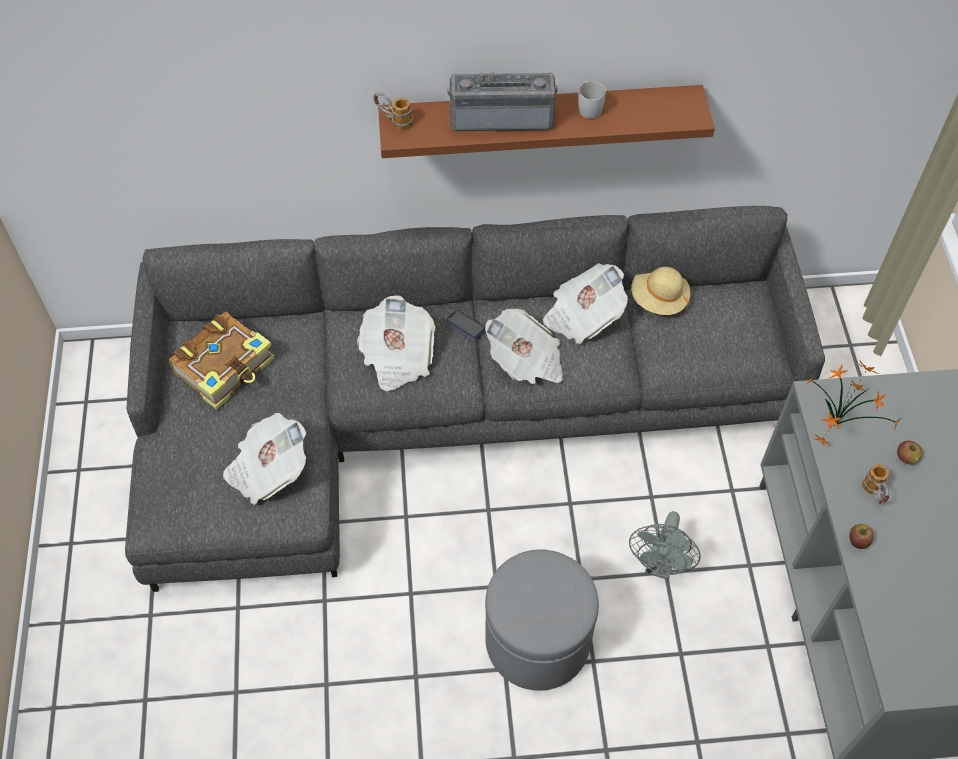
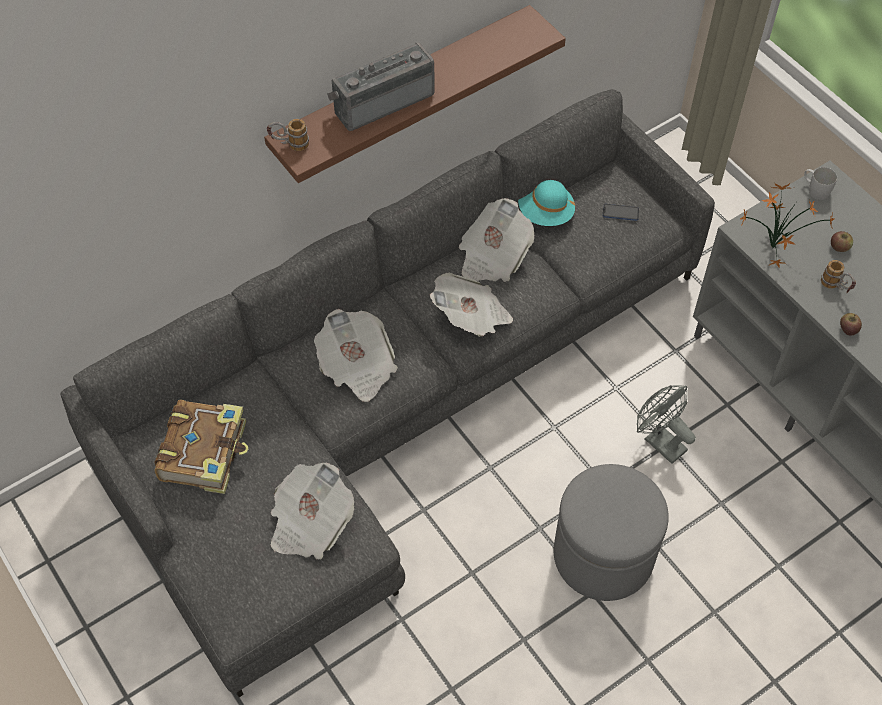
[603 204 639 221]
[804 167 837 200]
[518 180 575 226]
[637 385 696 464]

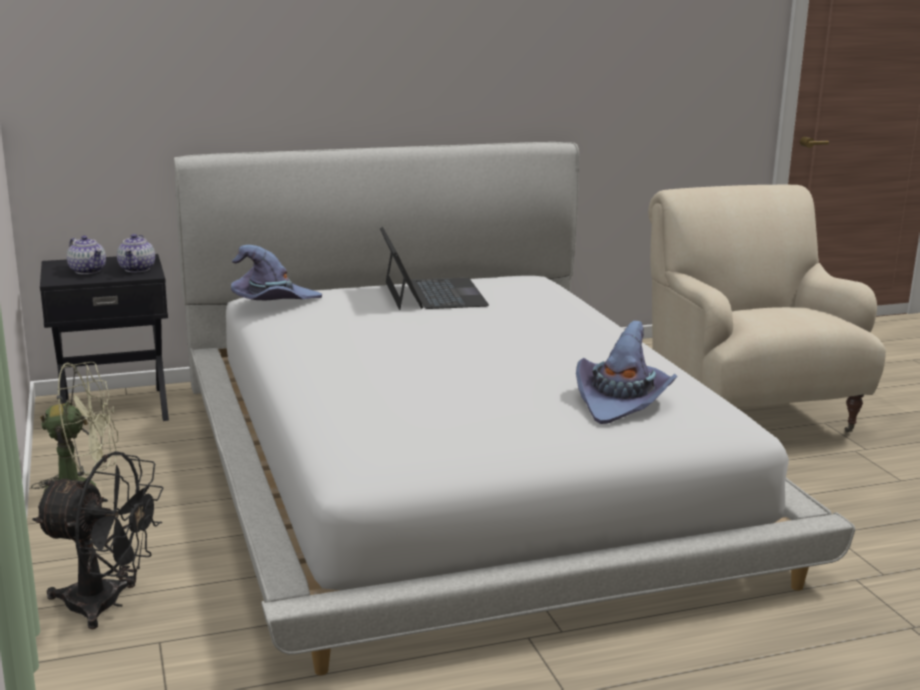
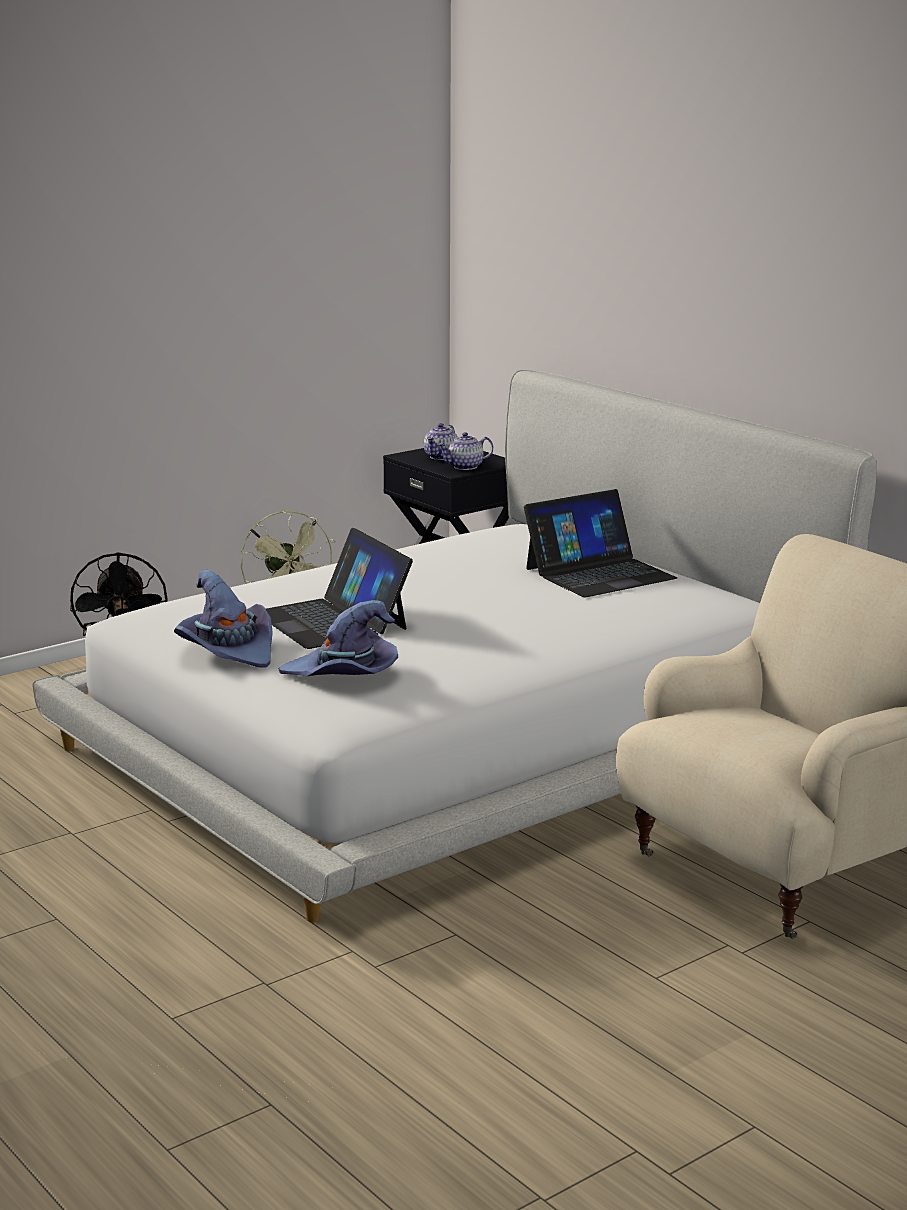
[266 528 413 649]
[174 570 273 668]

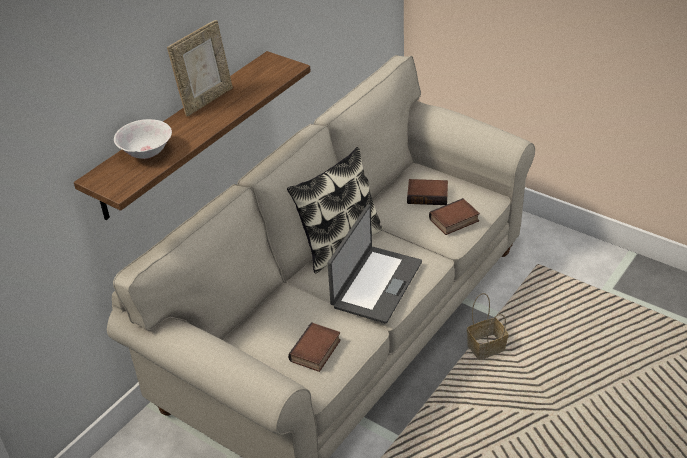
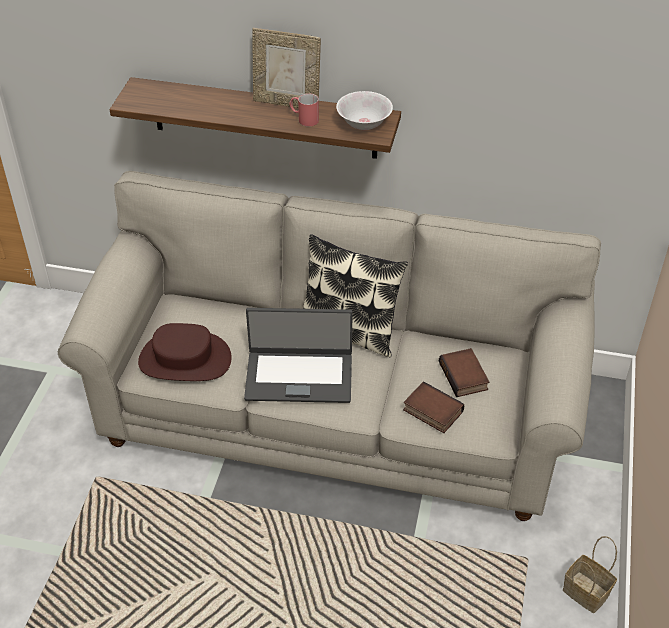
[289 93 319 127]
[336 91 393 130]
[563 536 617 613]
[138 323 232 381]

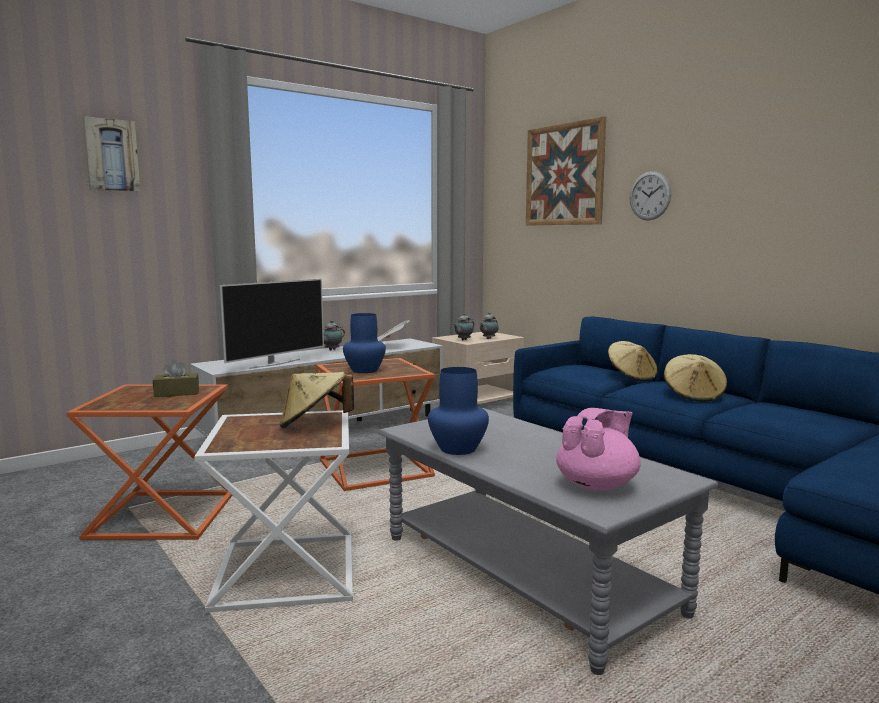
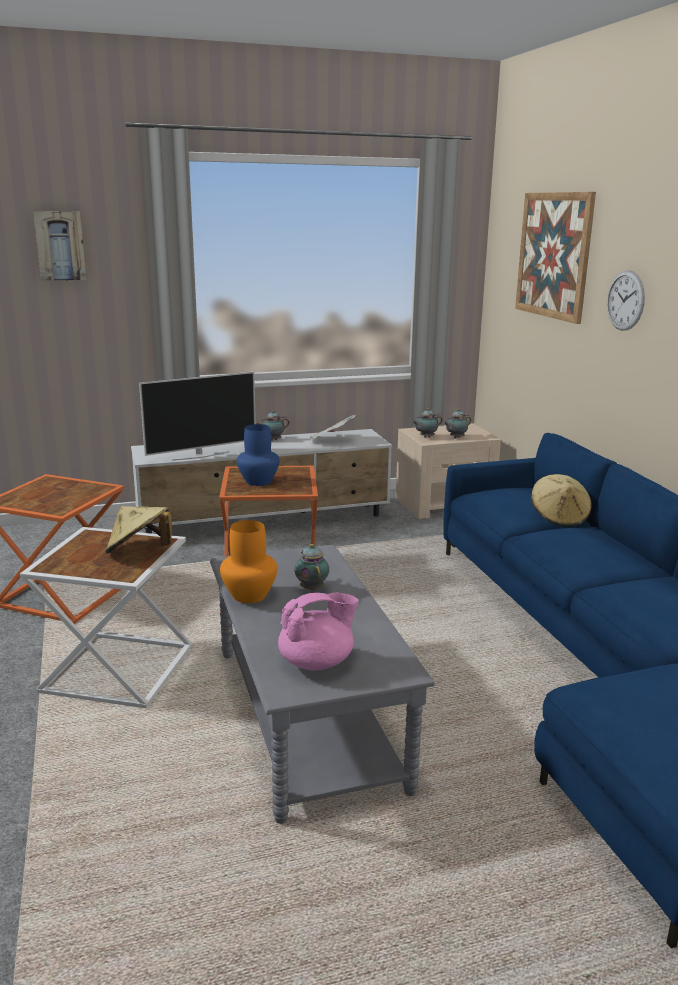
[153 360 199 397] (first image)
[664 354 727 402] (first image)
[294 544 329 591]
[220 520 277 603]

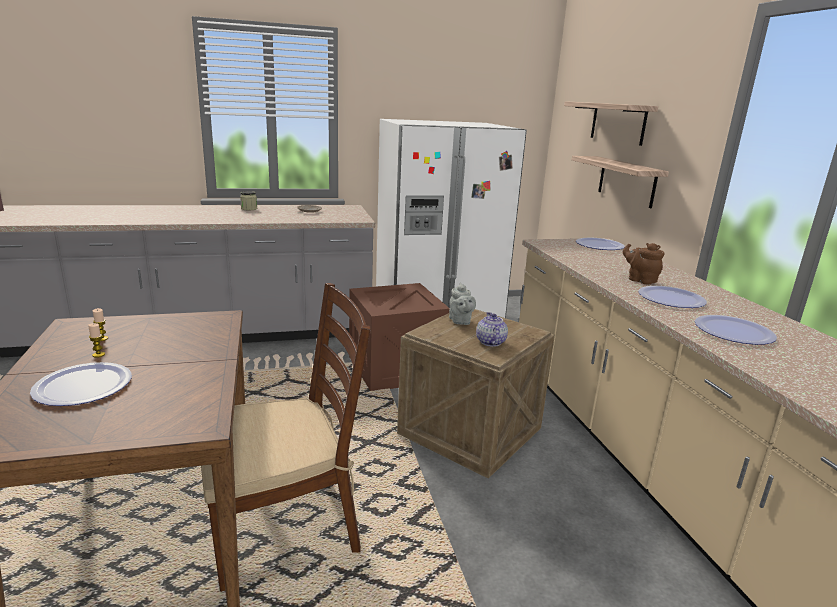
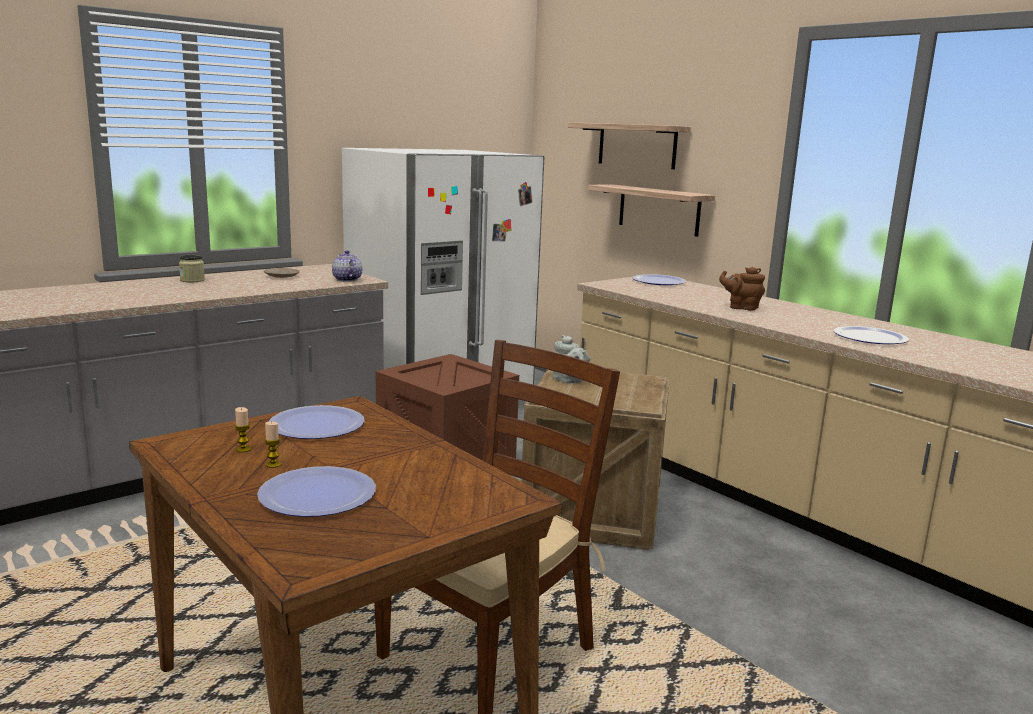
[332 250 362 281]
[268 405 365 439]

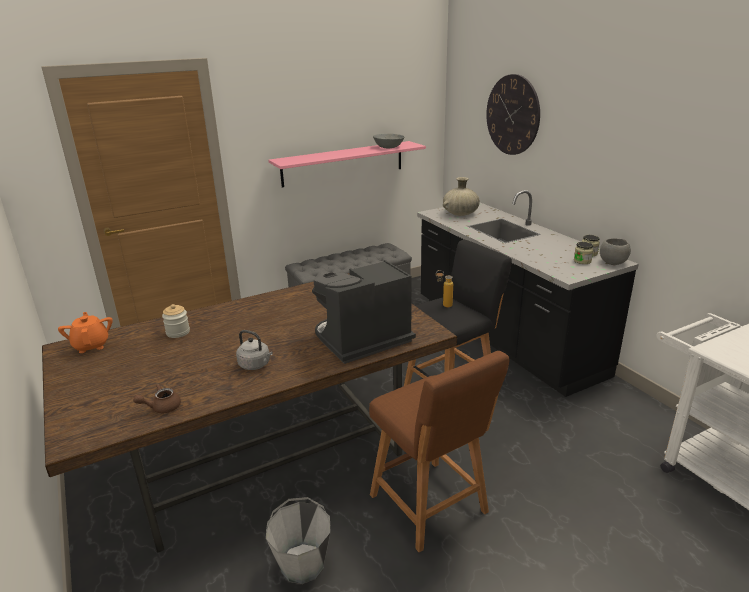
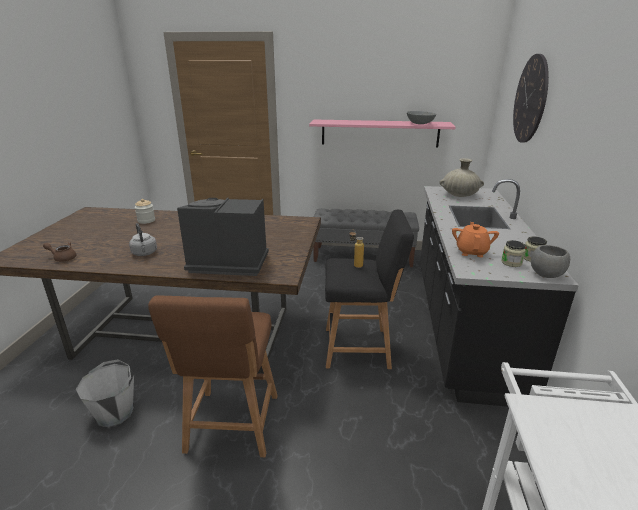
[452 222 499 257]

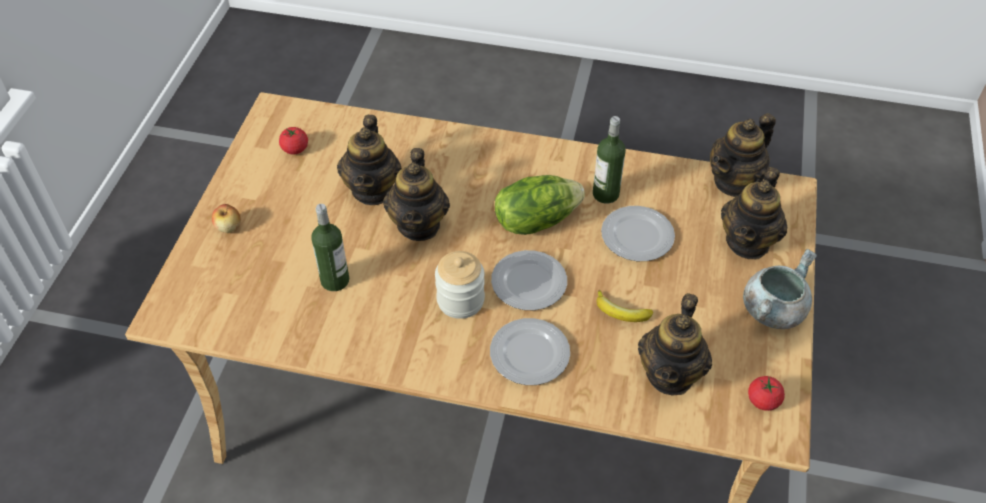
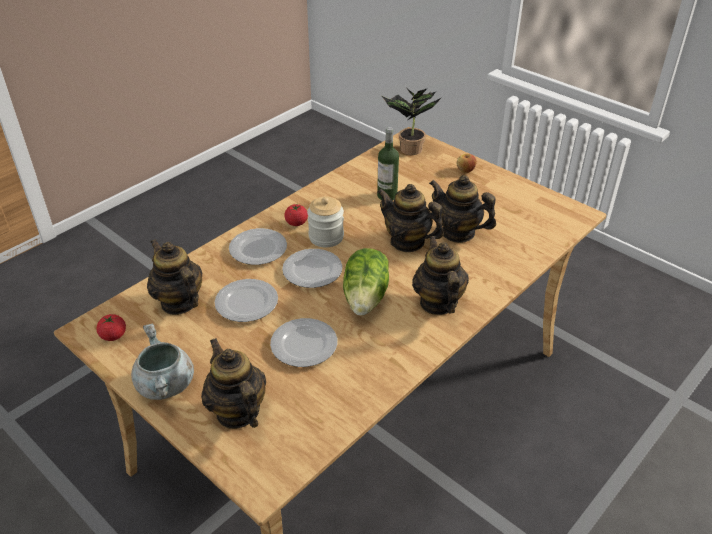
[593 116 626 204] (first image)
[382 89 442 155]
[284 204 308 226]
[412 236 469 315]
[215 279 278 322]

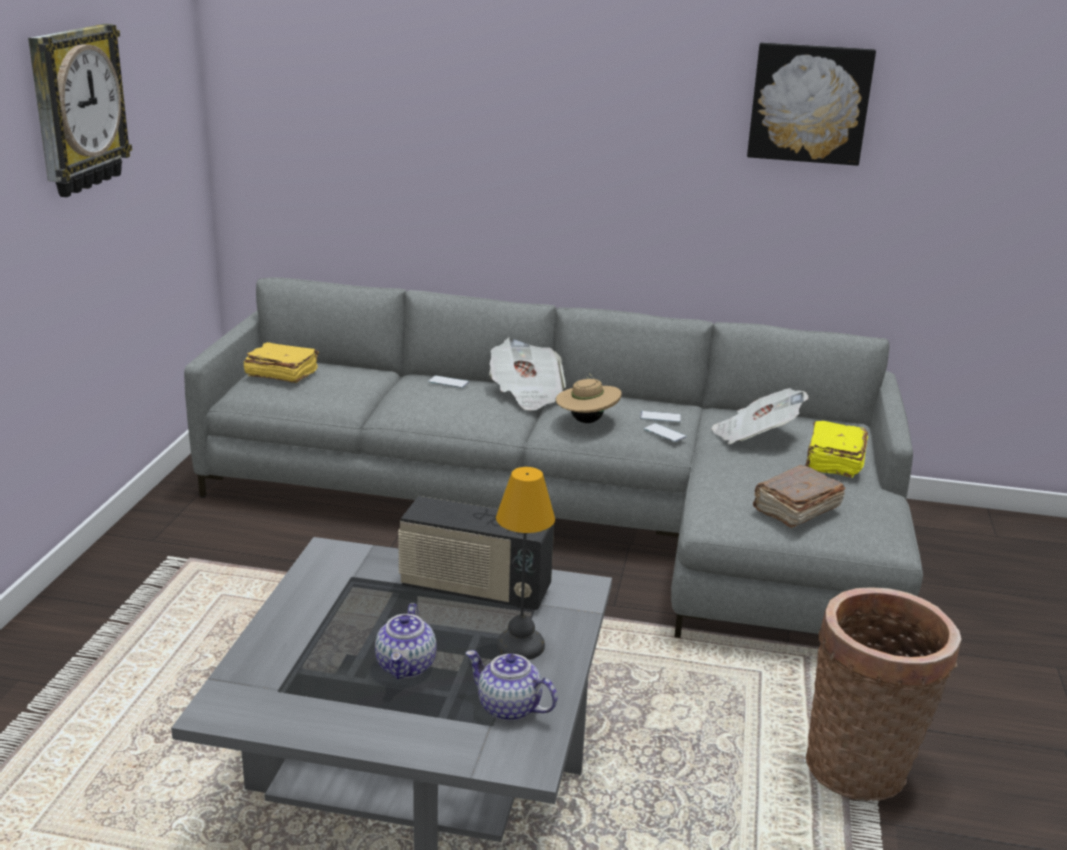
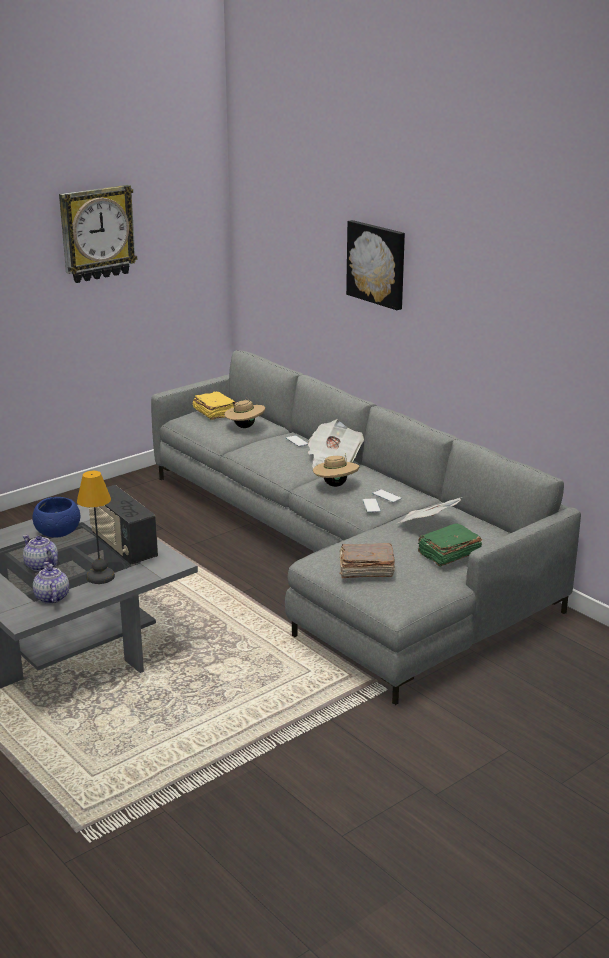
[806 587 961 801] (first image)
[32 497 80 538]
[224 397 265 428]
[346 220 405 310]
[418 523 482 567]
[23 535 58 571]

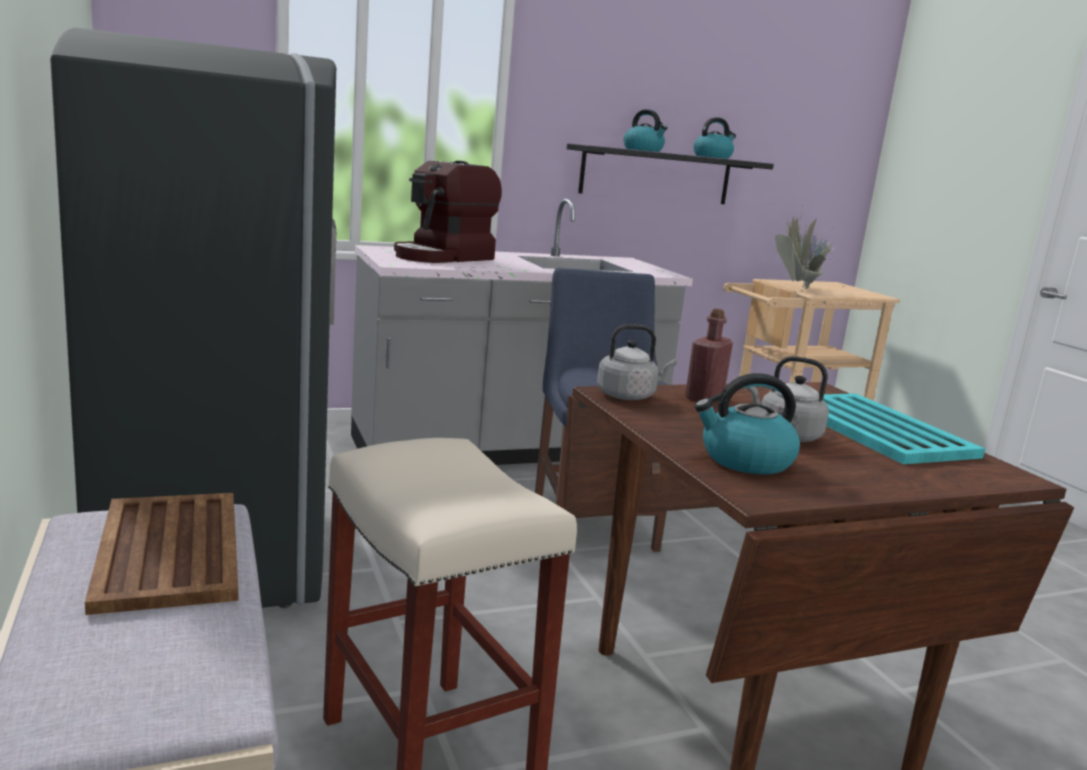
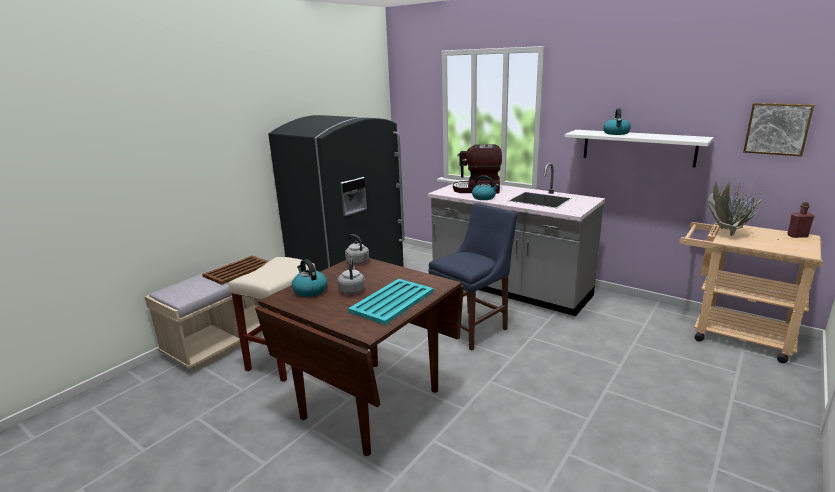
[743 103 815 156]
[787 202 814 238]
[472 175 499 200]
[564 130 714 167]

